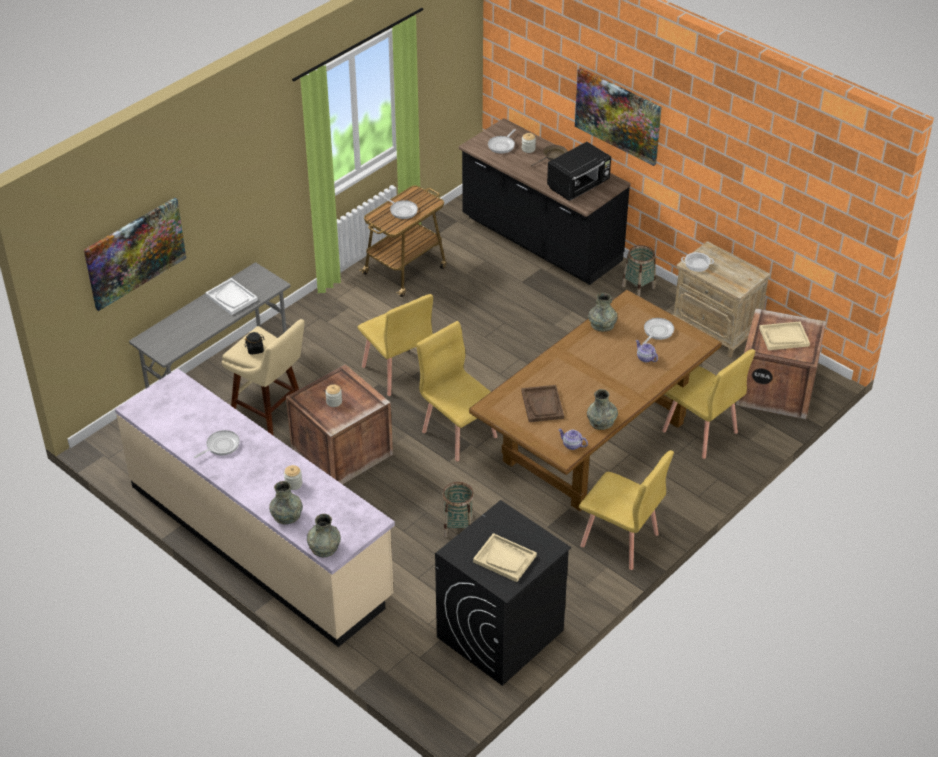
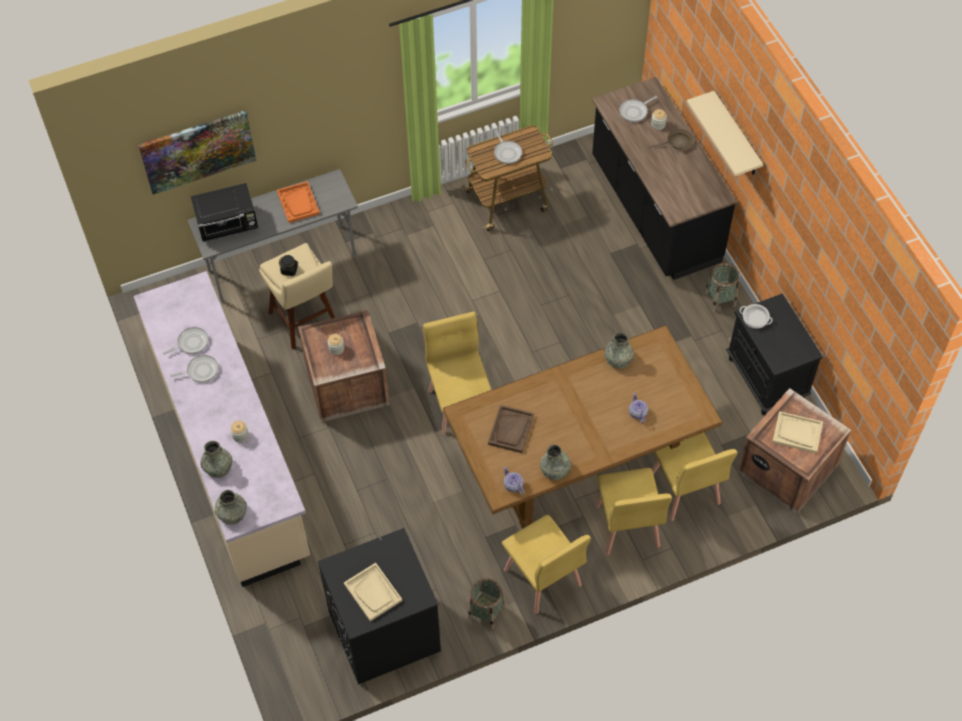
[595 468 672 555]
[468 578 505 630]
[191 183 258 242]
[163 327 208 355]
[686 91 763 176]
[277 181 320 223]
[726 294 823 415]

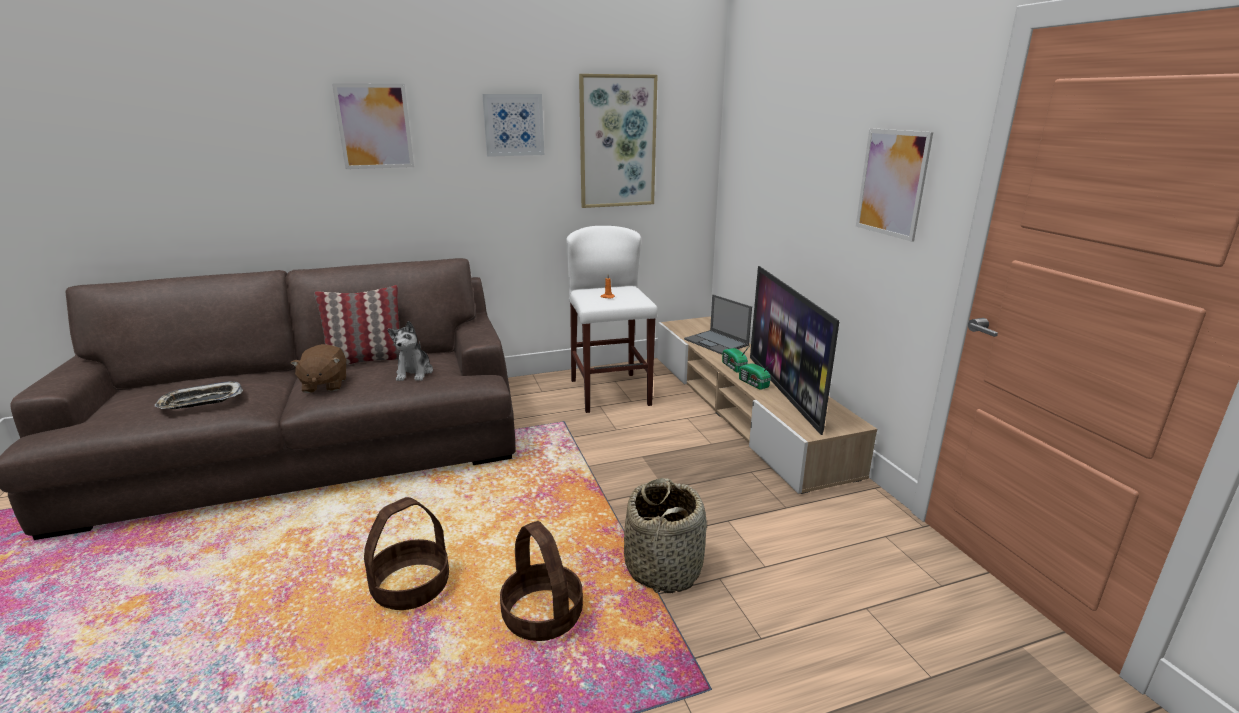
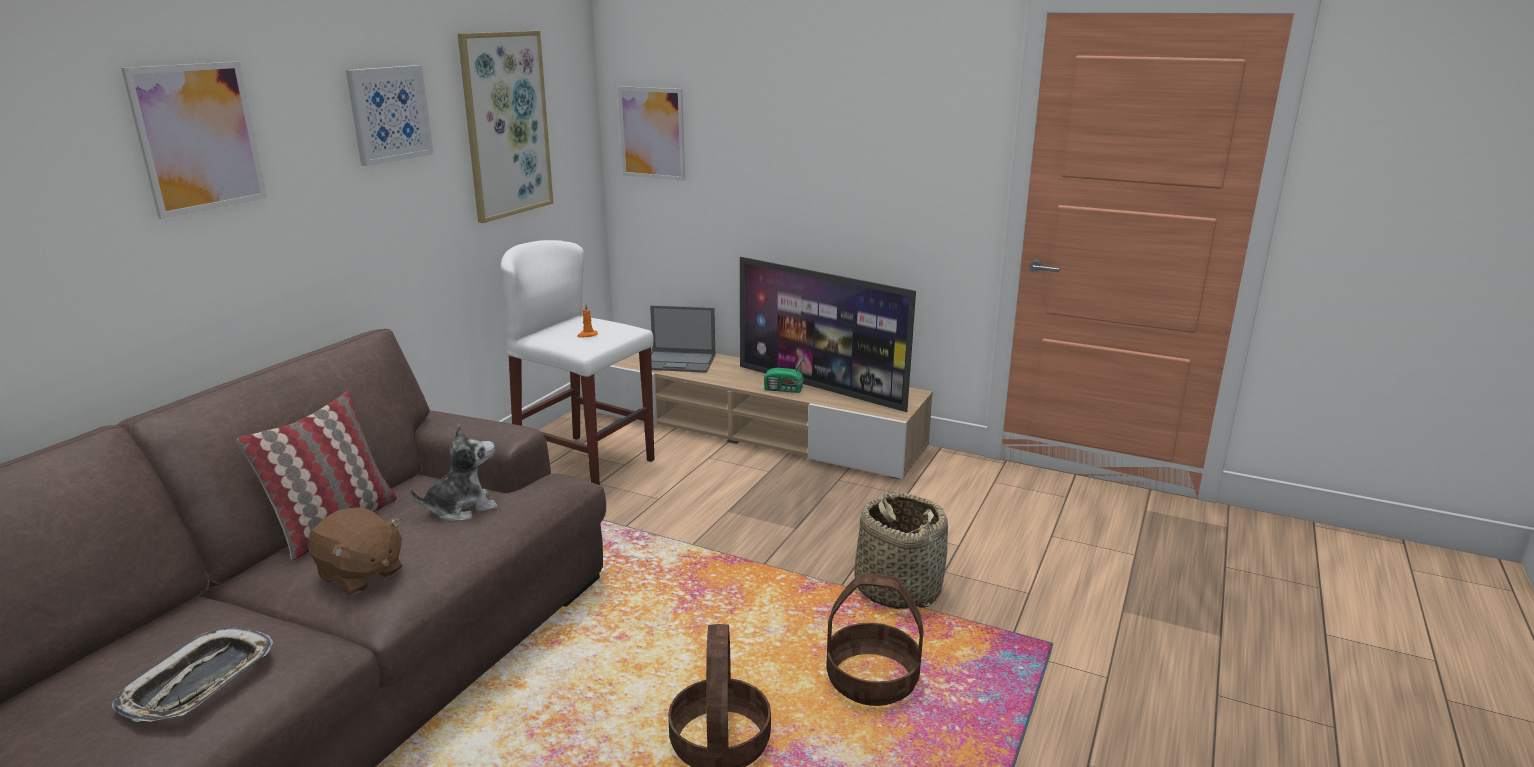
[722 344 751 373] (first image)
[618 86 685 181]
[410 425 498 522]

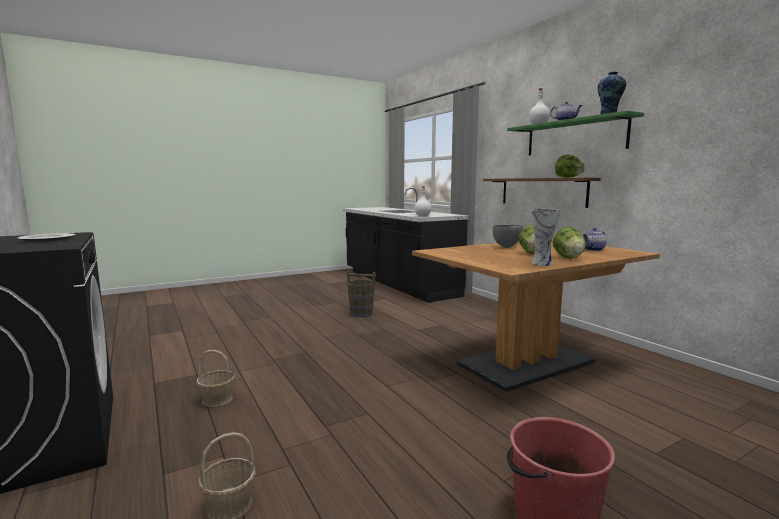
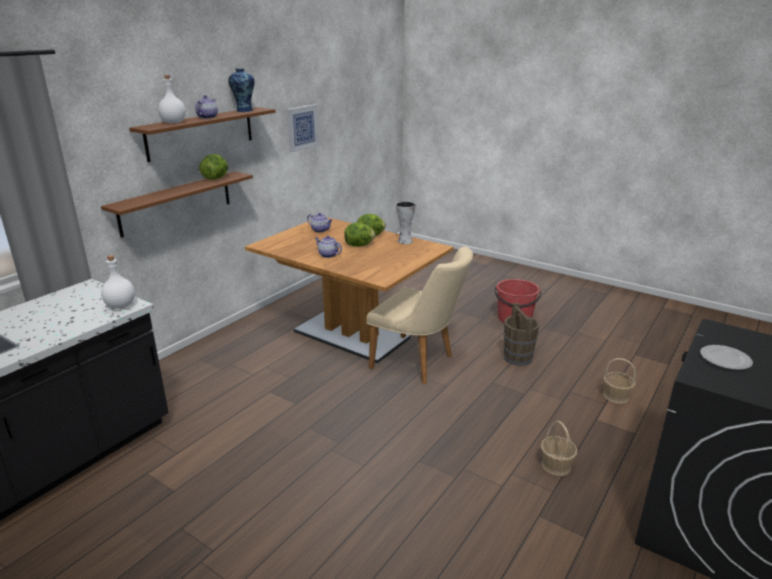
[287 104 319 152]
[367 247 473 384]
[504 303 540 366]
[315 236 342 258]
[129 107 275 162]

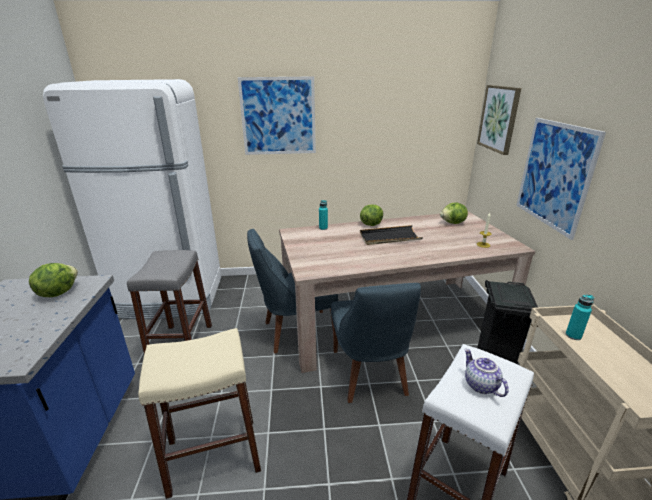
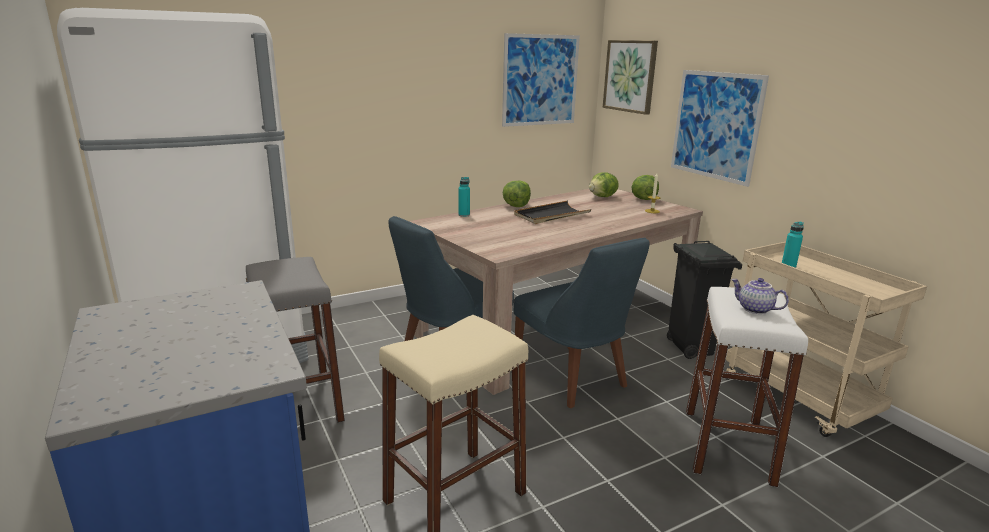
[632 175 659 200]
[502 33 580 127]

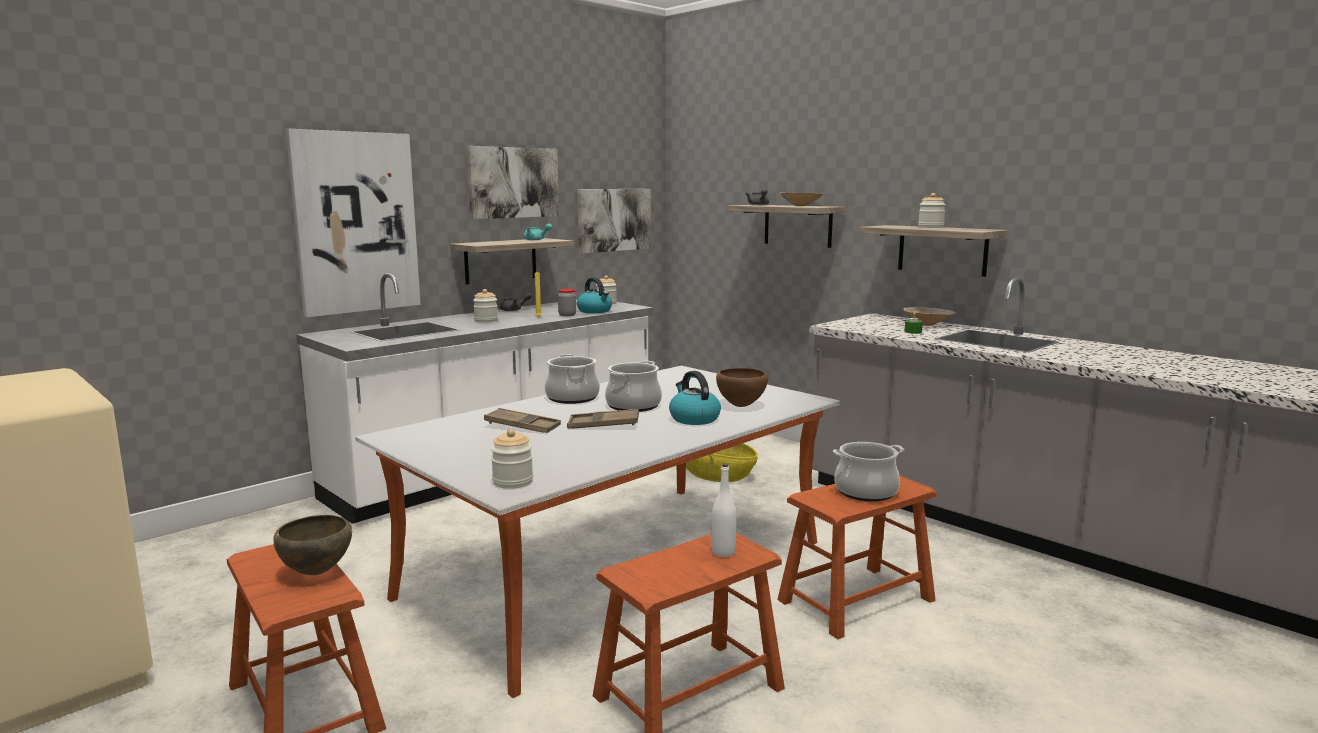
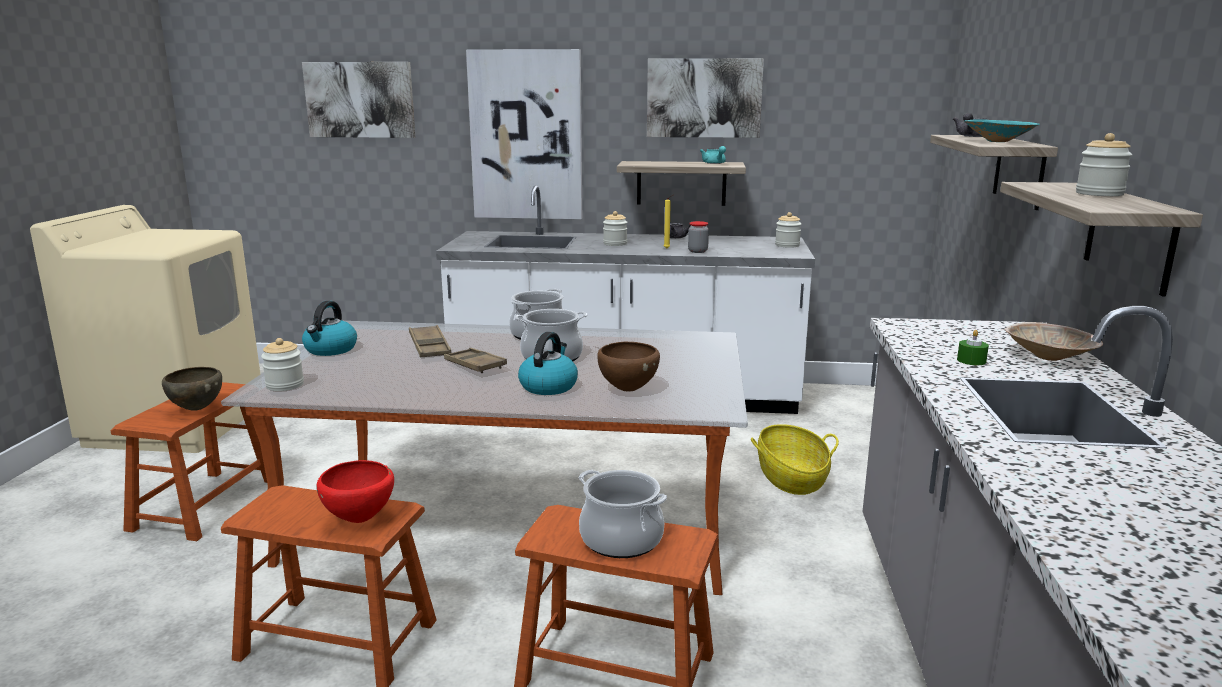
[302 301 357 356]
[302 62 415 138]
[317 460 394 523]
[964 119 1040 142]

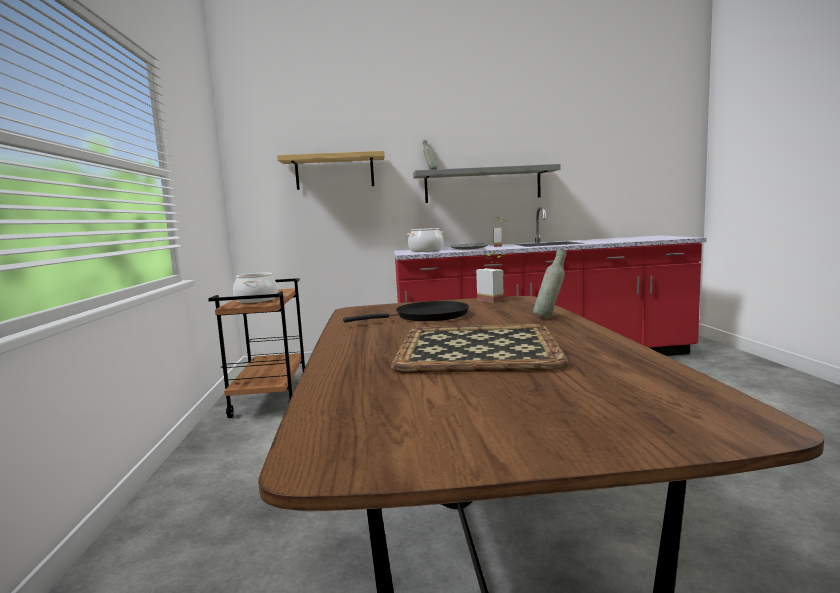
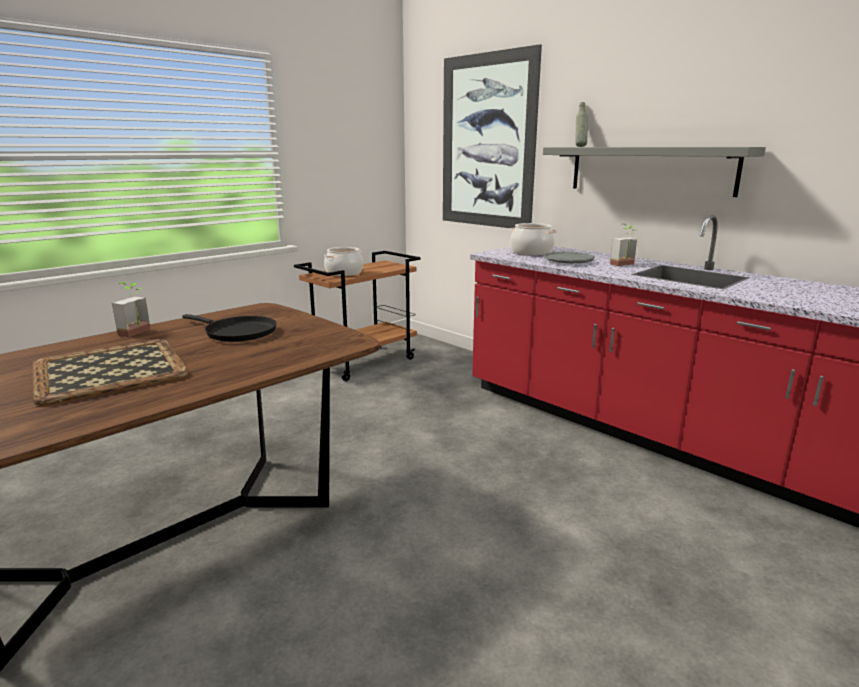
[533 249 566 318] (first image)
[112 282 151 337]
[443 44 542 228]

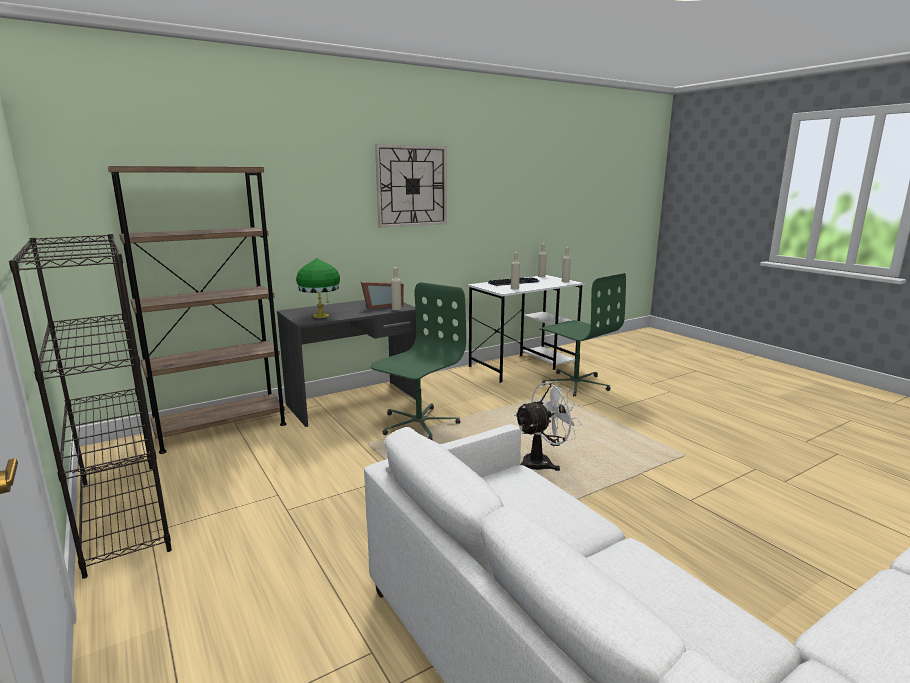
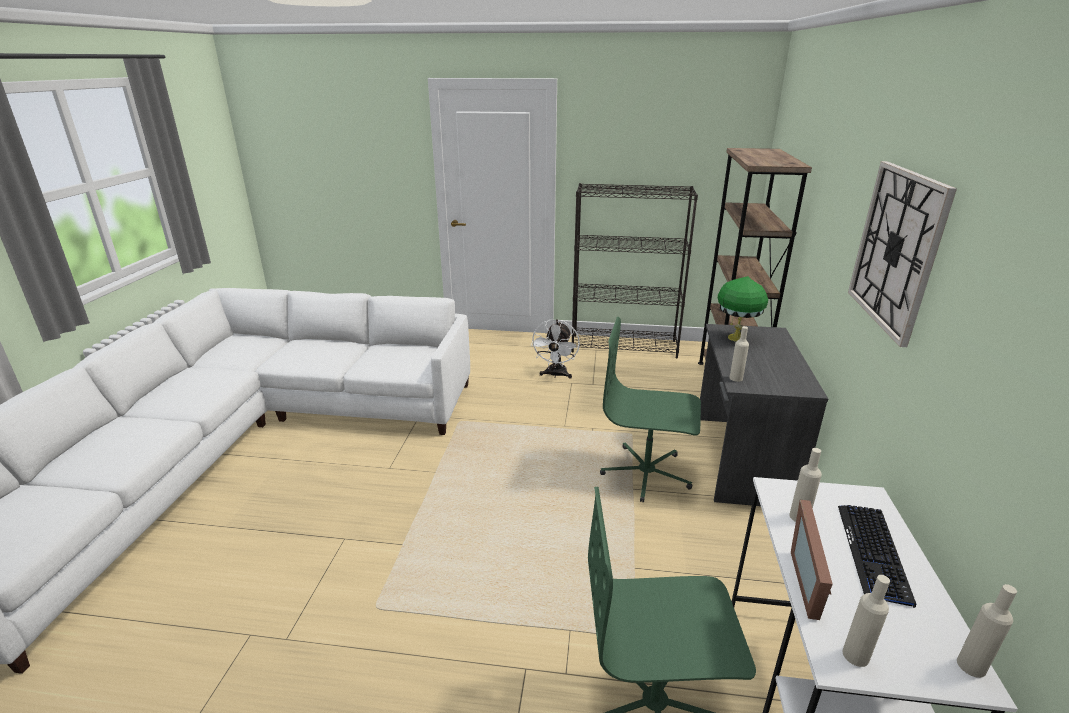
[791 500 833 620]
[531 319 580 379]
[600 317 701 502]

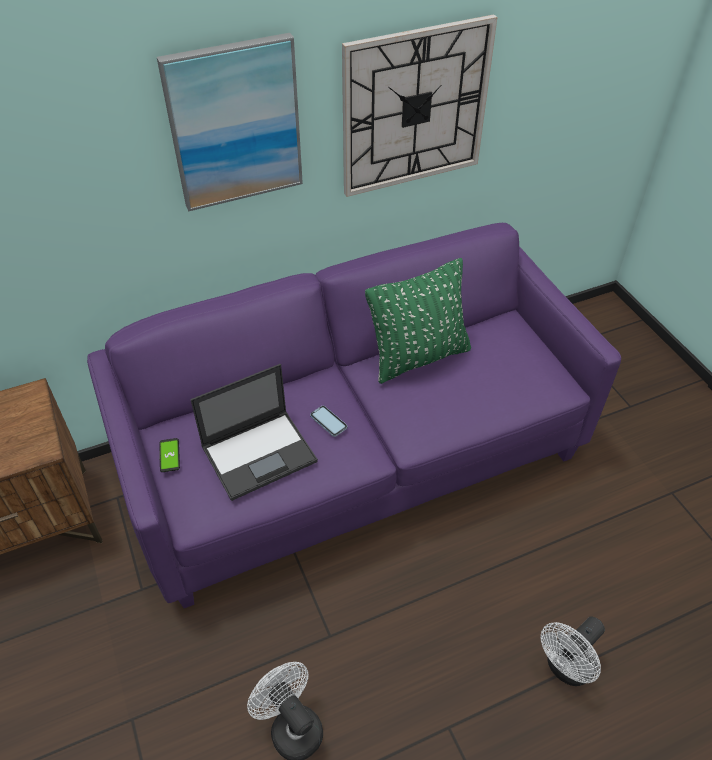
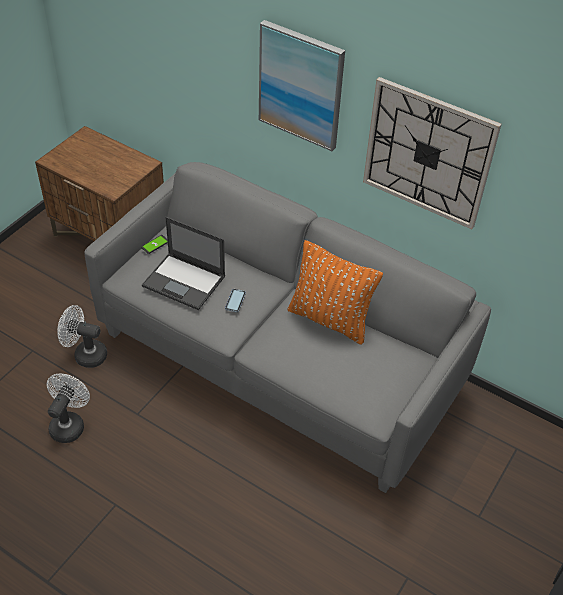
[58 305 107 368]
[84 162 491 493]
[288 240 383 345]

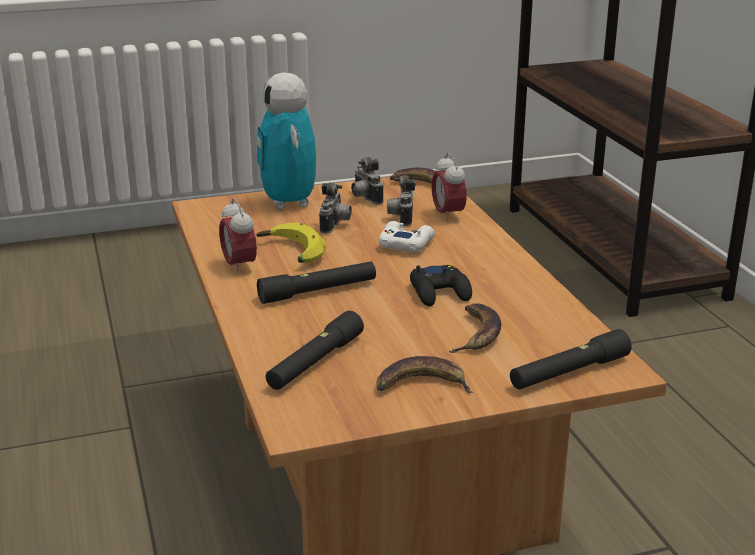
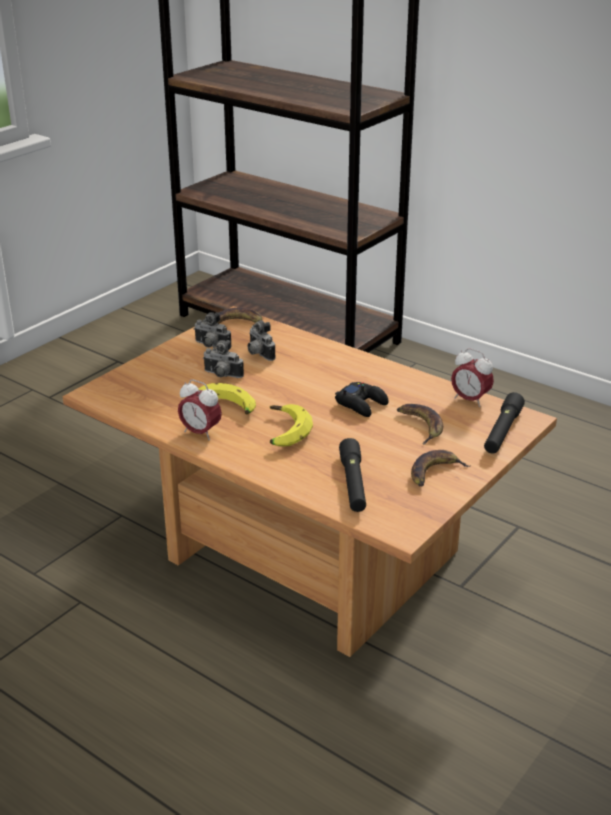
[257 73 316 210] (first image)
[379 221 435 252] (first image)
[451 348 494 407]
[270 404 313 447]
[203 340 244 378]

